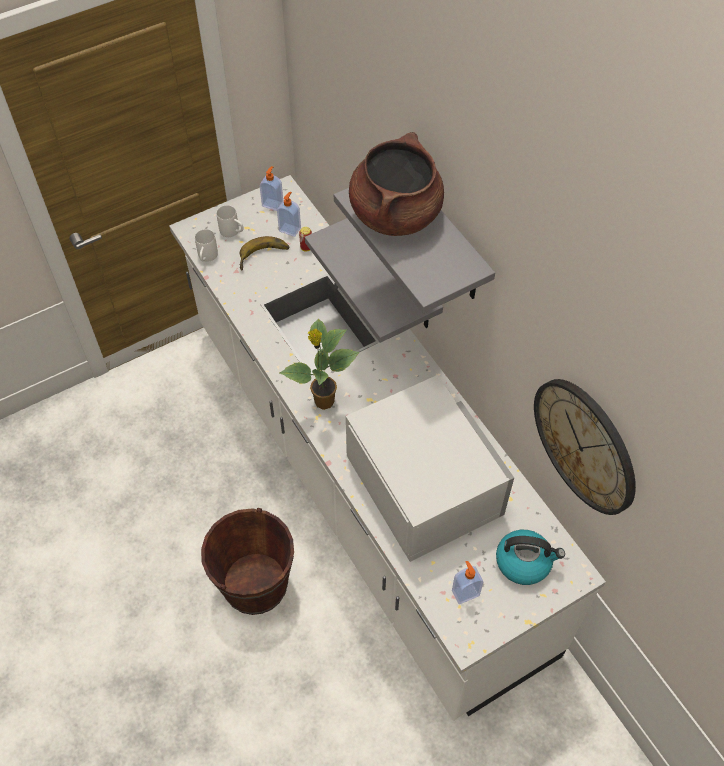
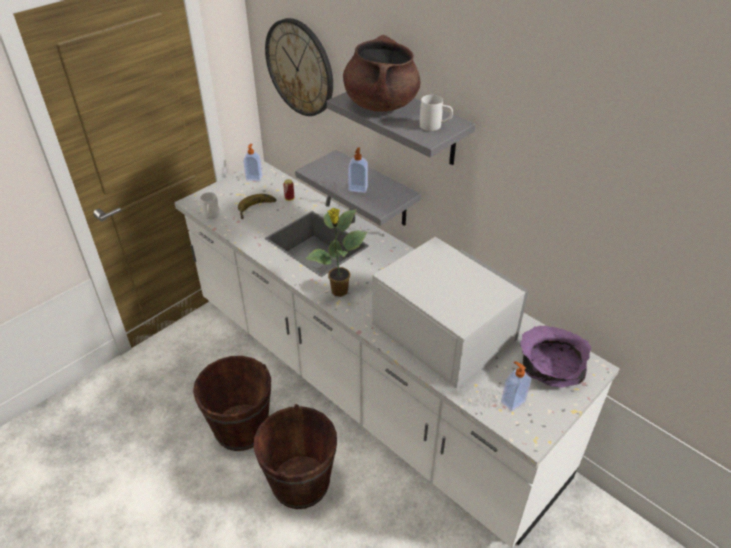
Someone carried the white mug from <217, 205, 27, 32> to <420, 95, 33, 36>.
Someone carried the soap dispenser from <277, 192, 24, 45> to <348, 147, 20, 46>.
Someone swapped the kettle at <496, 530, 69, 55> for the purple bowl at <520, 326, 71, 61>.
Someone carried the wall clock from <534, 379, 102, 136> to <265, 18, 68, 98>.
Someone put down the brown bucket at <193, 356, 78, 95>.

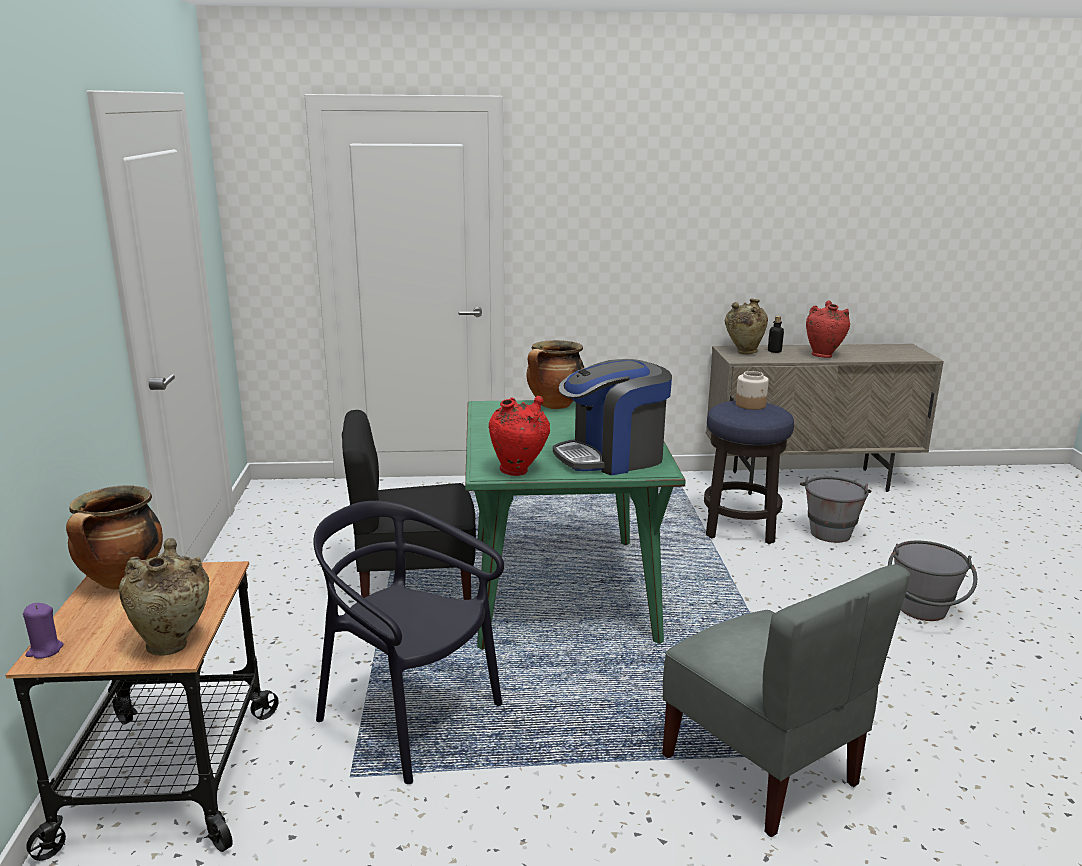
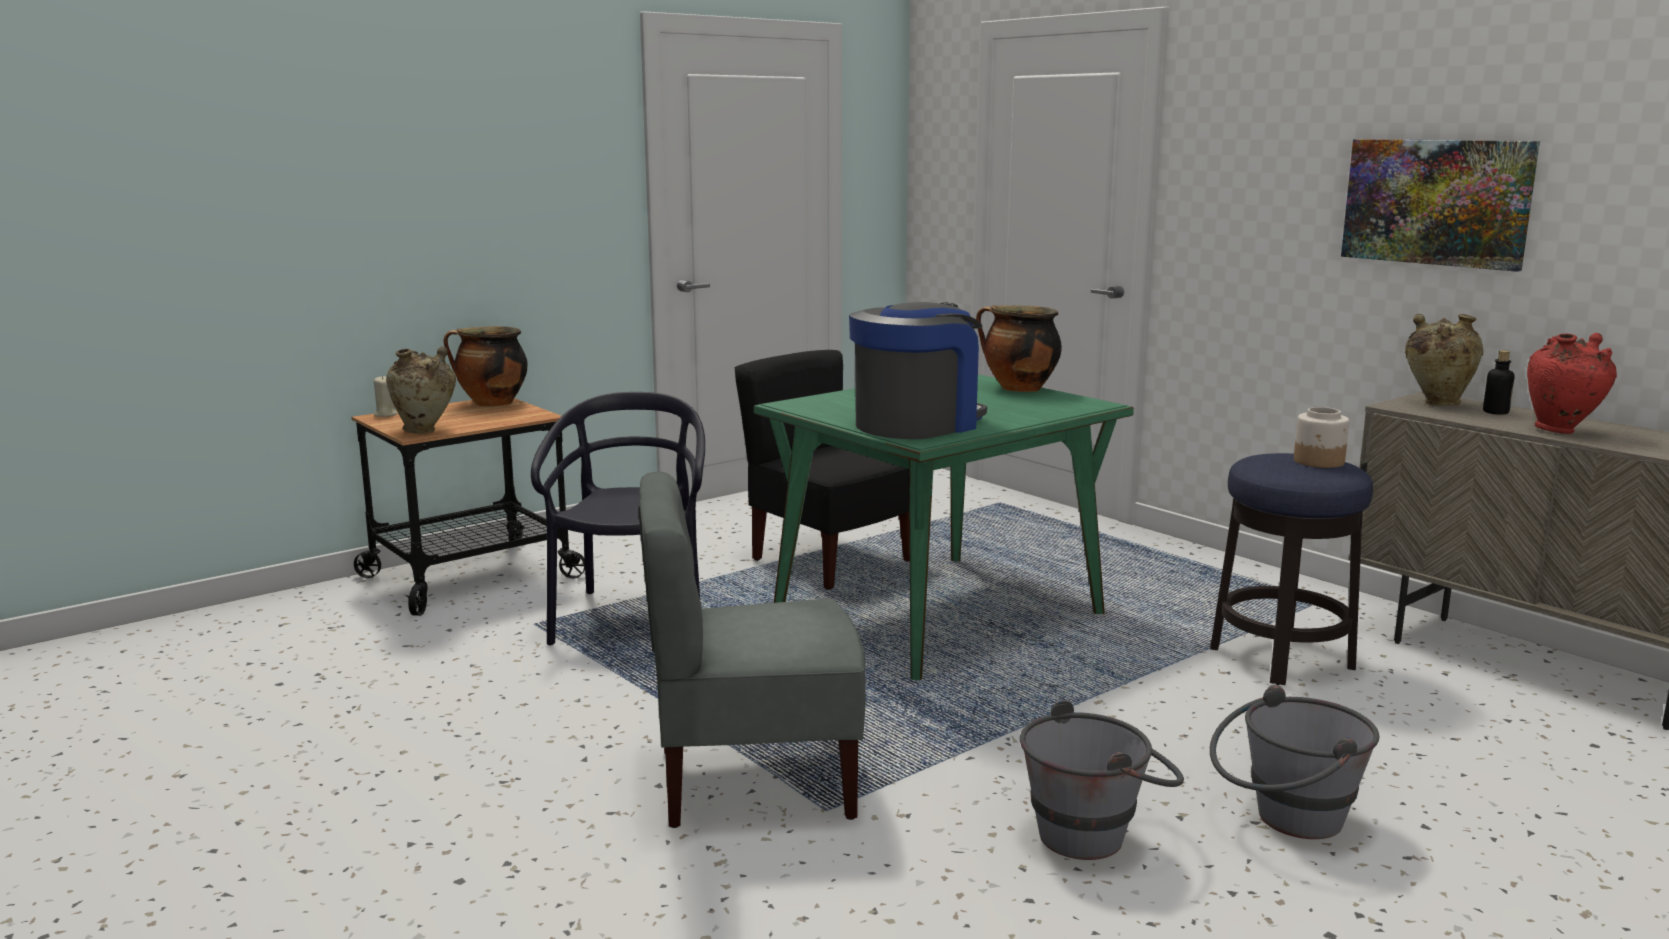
Someone repainted the purple candle at <23, 603, 41, 56>, which became the beige candle at <374, 375, 24, 42>.
Someone took away the red vase at <489, 396, 61, 80>.
Someone rotated the coffee machine at <553, 359, 119, 116> by 105 degrees clockwise.
Someone rotated the grey chair at <662, 564, 248, 273> by 60 degrees clockwise.
Someone carried the grey bucket from <800, 477, 72, 66> to <1020, 700, 164, 160>.
Someone put up the picture at <1341, 139, 199, 133>.

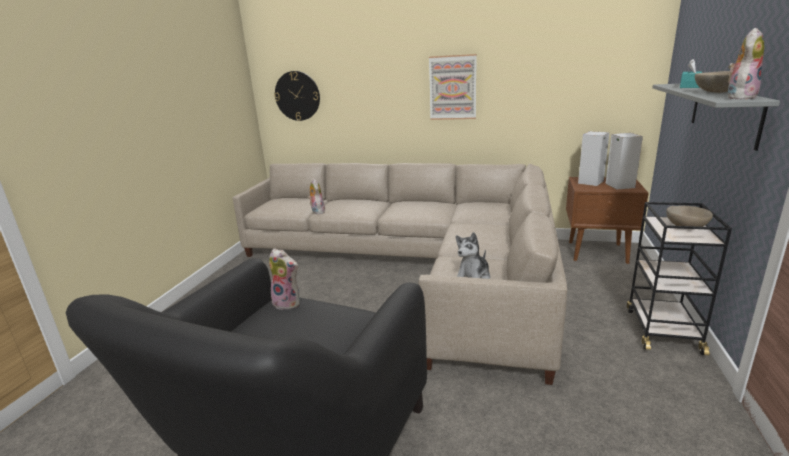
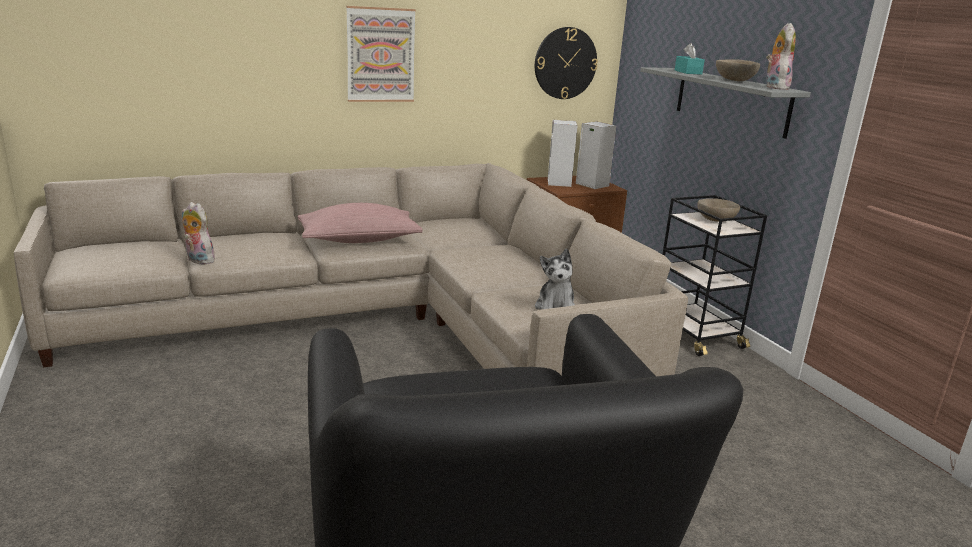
Someone took away the plush toy at <269, 248, 31, 62>.
Someone carried the wall clock from <274, 71, 46, 50> to <535, 27, 63, 72>.
Someone put down the pink pillow at <297, 203, 126, 40>.

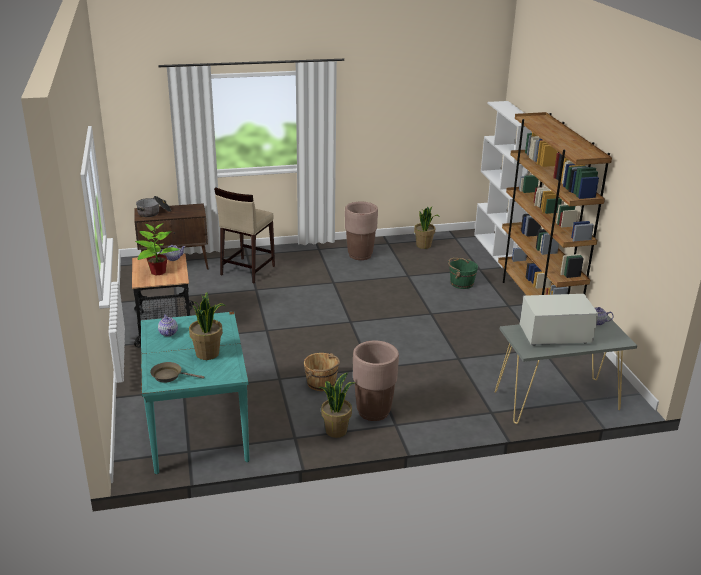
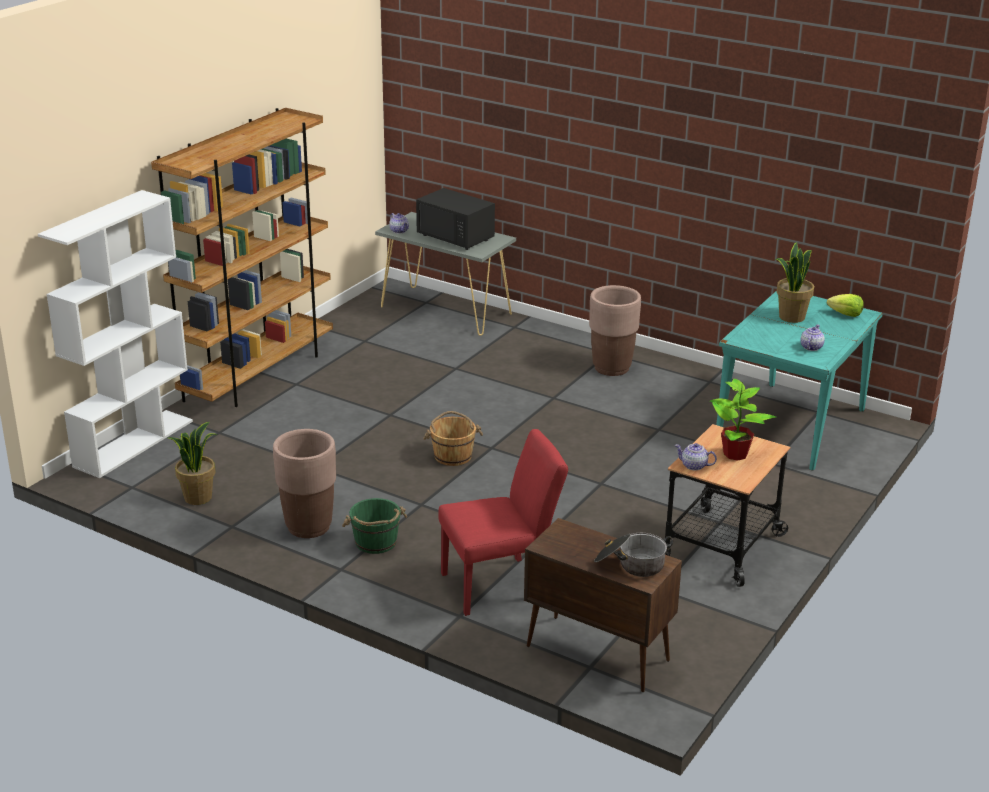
Someone swapped the brown frying pan at <150, 362, 54, 21> for the lettuce at <827, 294, 37, 23>.
Someone swapped the beige stool at <214, 188, 61, 95> for the red chair at <438, 429, 130, 187>.
Someone carried the brown bucket from <304, 353, 36, 38> to <423, 411, 60, 55>.
Someone took away the potted plant at <318, 373, 37, 65>.
Someone carried the green bucket from <448, 258, 30, 31> to <342, 498, 65, 56>.
Someone repainted the white microwave at <520, 294, 78, 52>, which became the black microwave at <416, 188, 79, 62>.

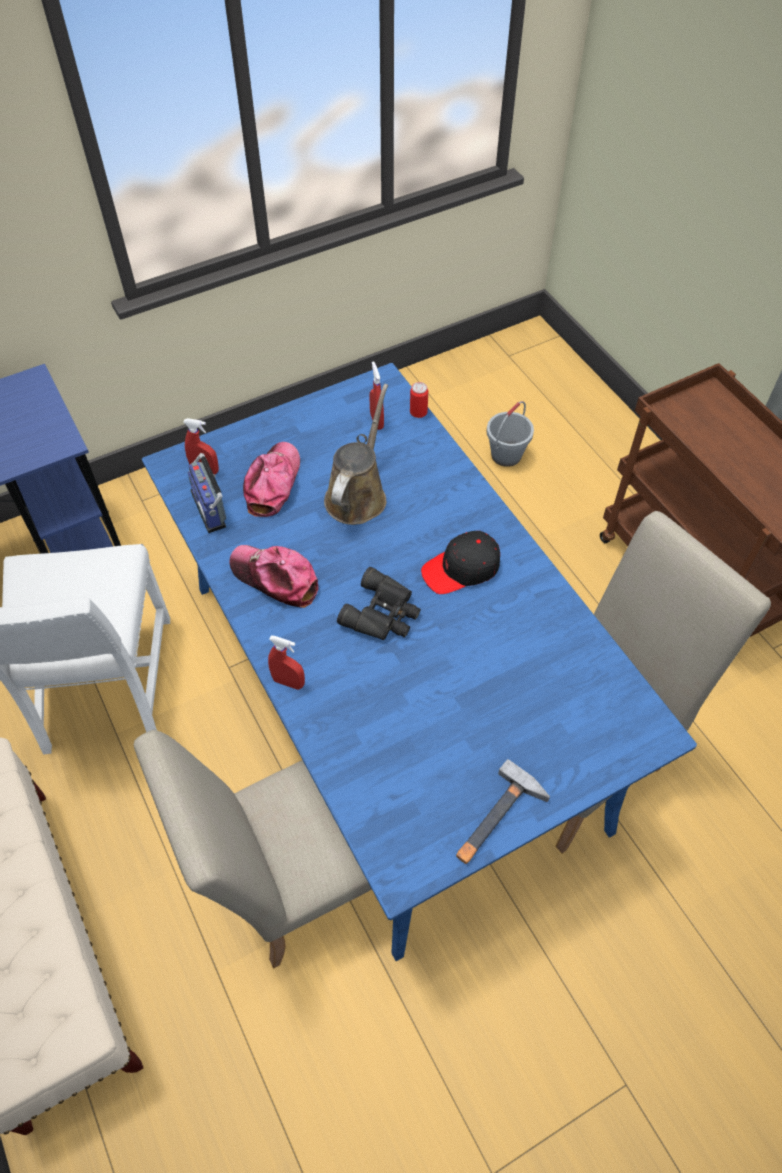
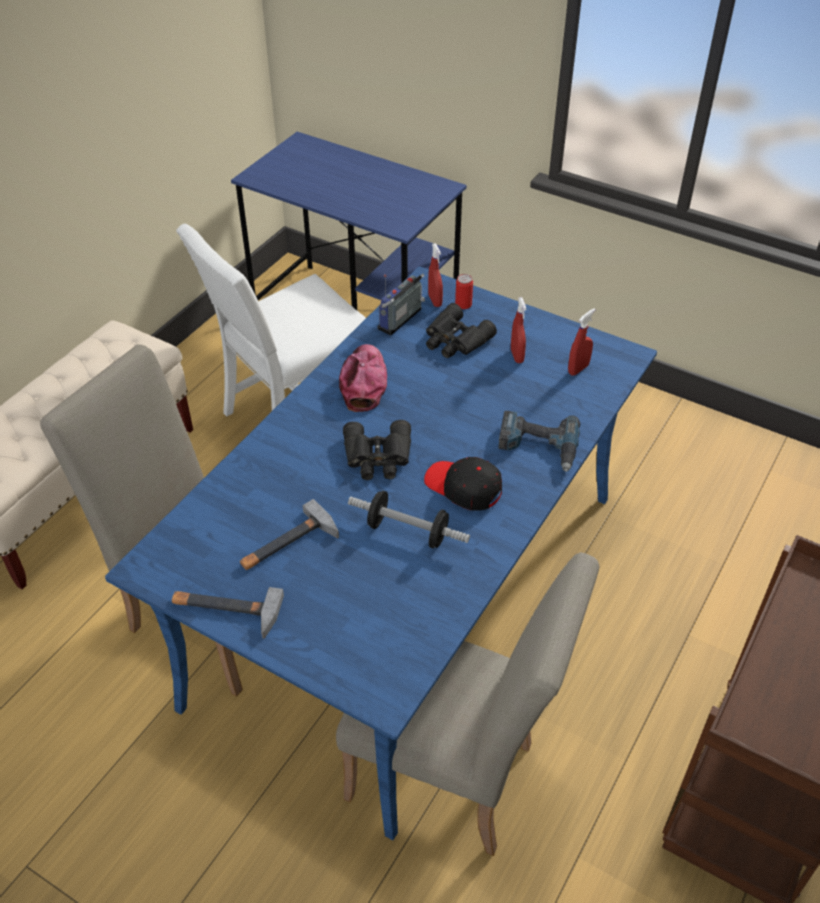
Someone swapped the cap at <243, 442, 57, 75> for the black binoculars at <426, 303, 71, 55>.
Someone carried the red spray bottle from <268, 636, 37, 54> to <511, 297, 15, 66>.
Someone took away the brown watering can at <324, 384, 64, 141>.
Someone carried the can from <410, 382, 18, 36> to <455, 274, 18, 35>.
Someone took away the grey bucket at <486, 401, 48, 66>.
Someone put down the hammer at <240, 499, 99, 71>.
Someone put down the dumbbell at <348, 491, 122, 57>.
Someone put down the power drill at <498, 411, 82, 61>.

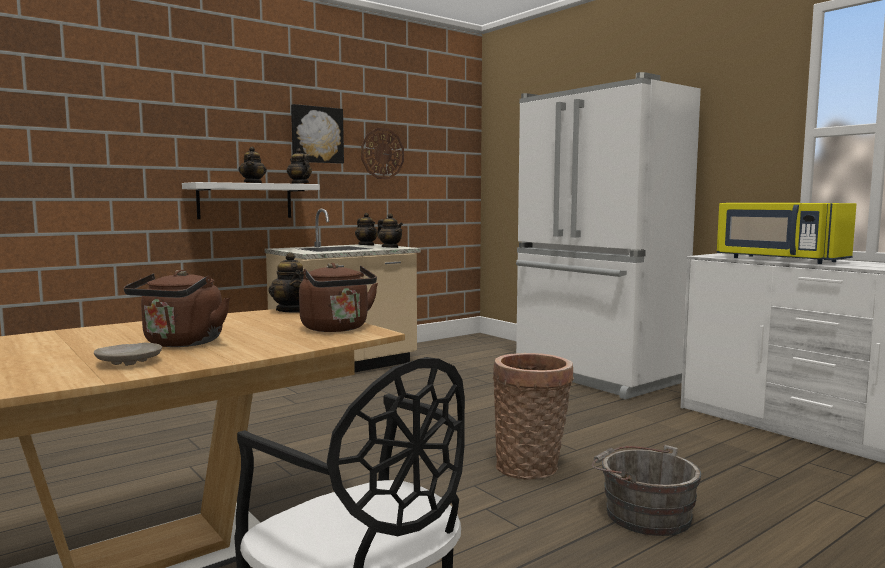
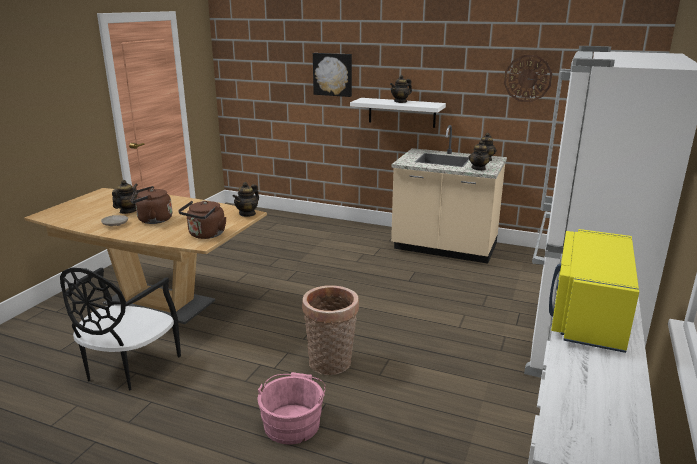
Someone carried the teapot from <287, 148, 25, 36> to <112, 180, 26, 34>.
Someone carried the picture from <291, 104, 53, 60> to <313, 53, 39, 44>.
Someone repainted the grey bucket at <592, 445, 109, 91>, which became the pink bucket at <258, 372, 68, 72>.

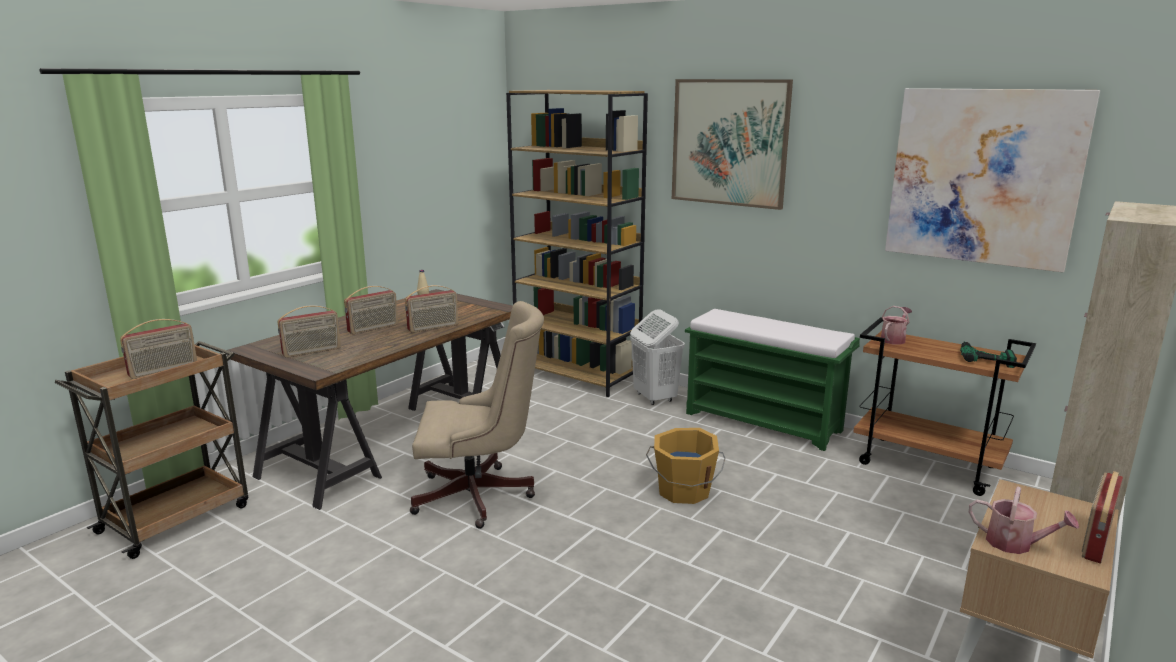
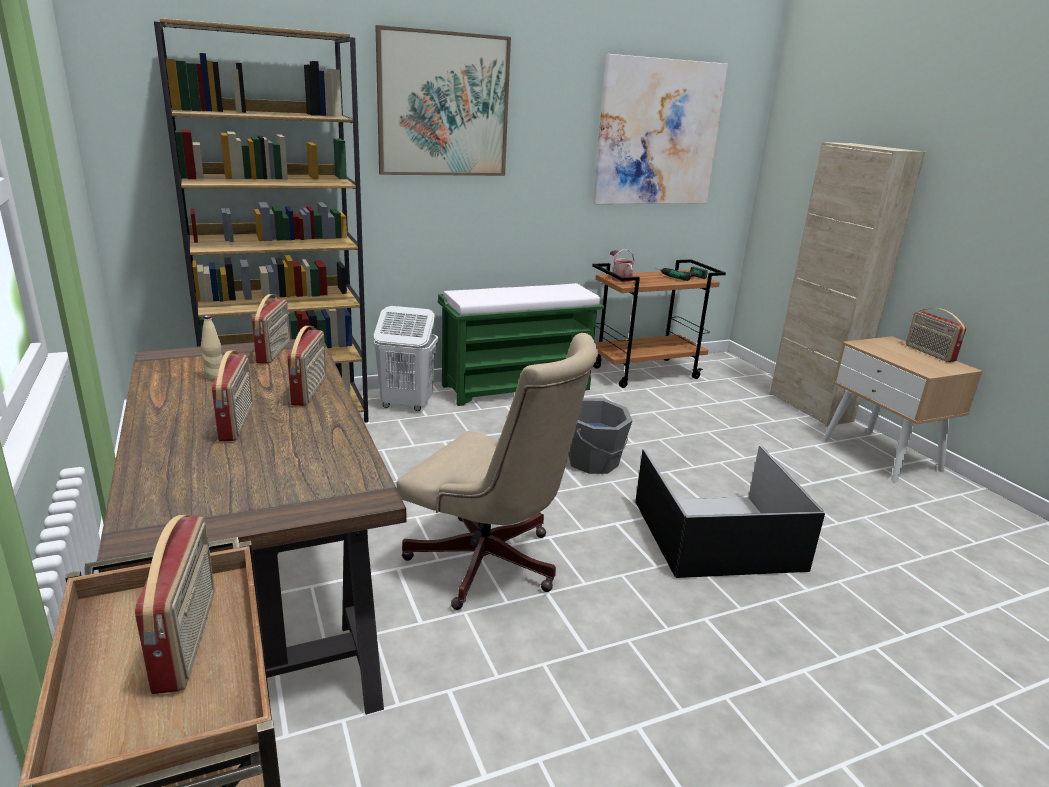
Someone carried the radio from <278, 305, 63, 53> to <252, 294, 38, 70>.
Someone rotated the beige office chair at <410, 301, 134, 228> by 90 degrees clockwise.
Someone repainted the orange bucket at <646, 428, 80, 76>, which became the grey bucket at <569, 398, 64, 76>.
Someone took away the watering can at <969, 486, 110, 68>.
Someone put down the black storage box at <635, 446, 190, 132>.

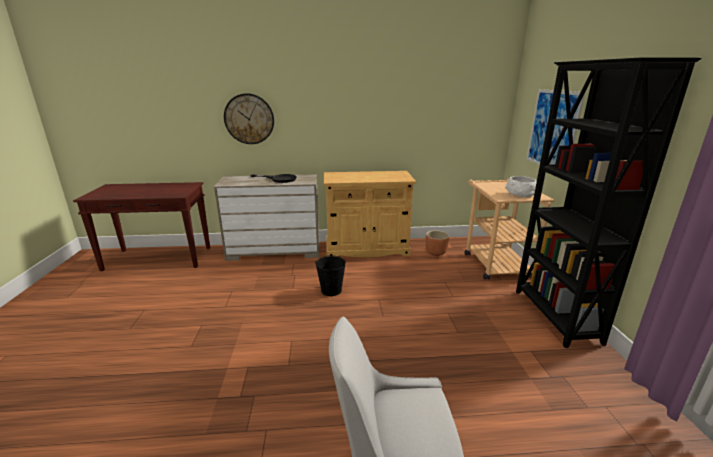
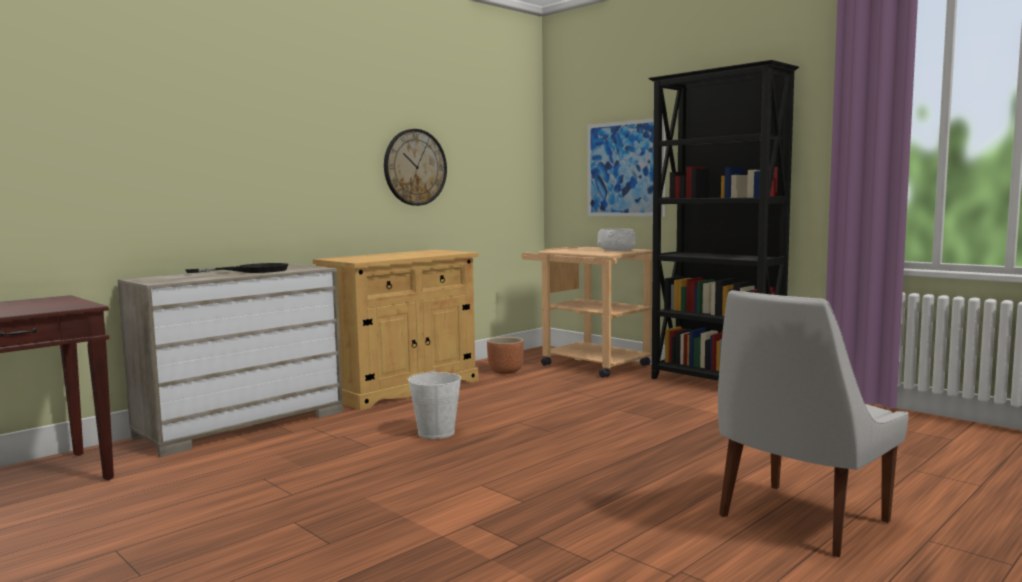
Someone carried the wall clock from <224, 93, 50, 51> to <384, 129, 63, 77>.
Someone repainted the black bucket at <315, 255, 31, 41>, which became the white bucket at <408, 370, 53, 69>.

